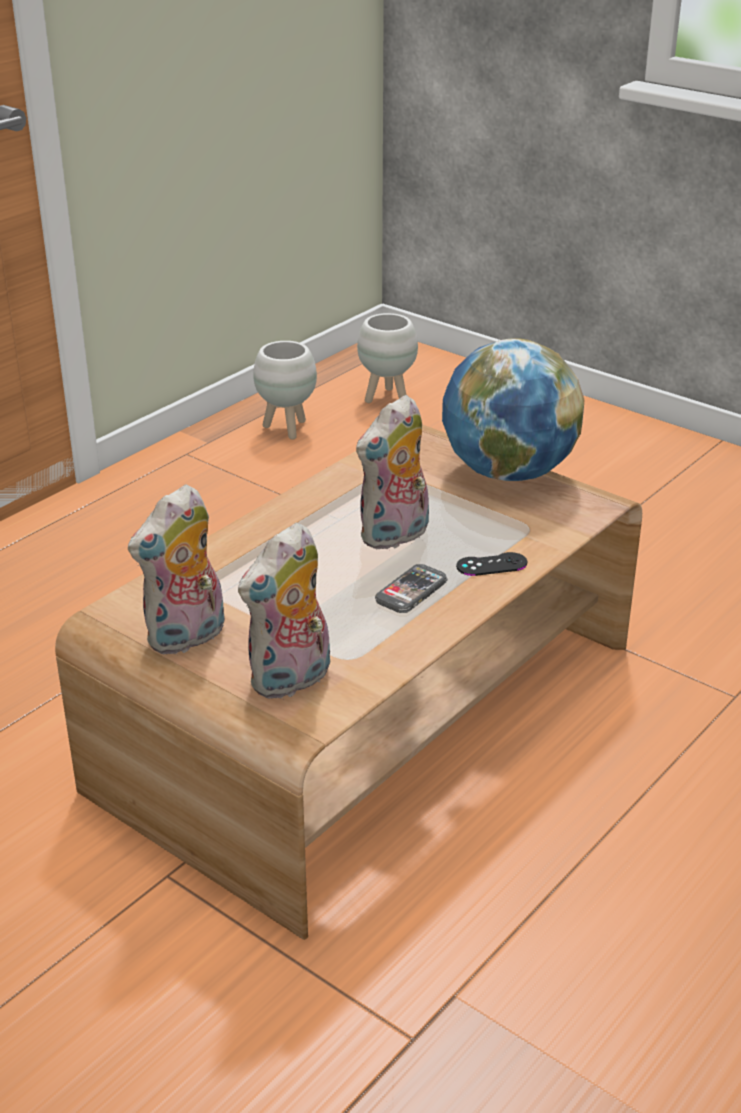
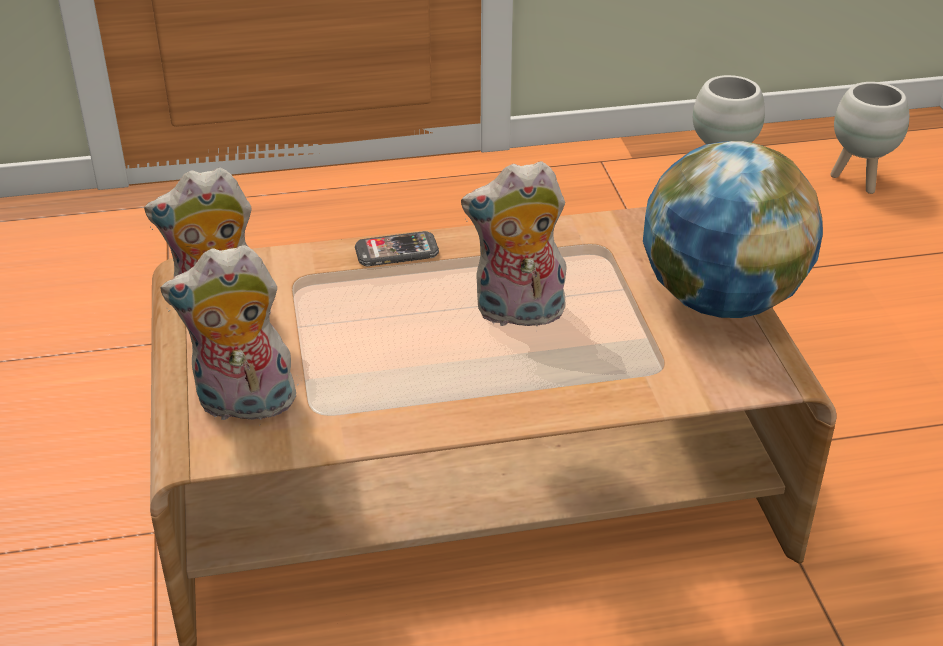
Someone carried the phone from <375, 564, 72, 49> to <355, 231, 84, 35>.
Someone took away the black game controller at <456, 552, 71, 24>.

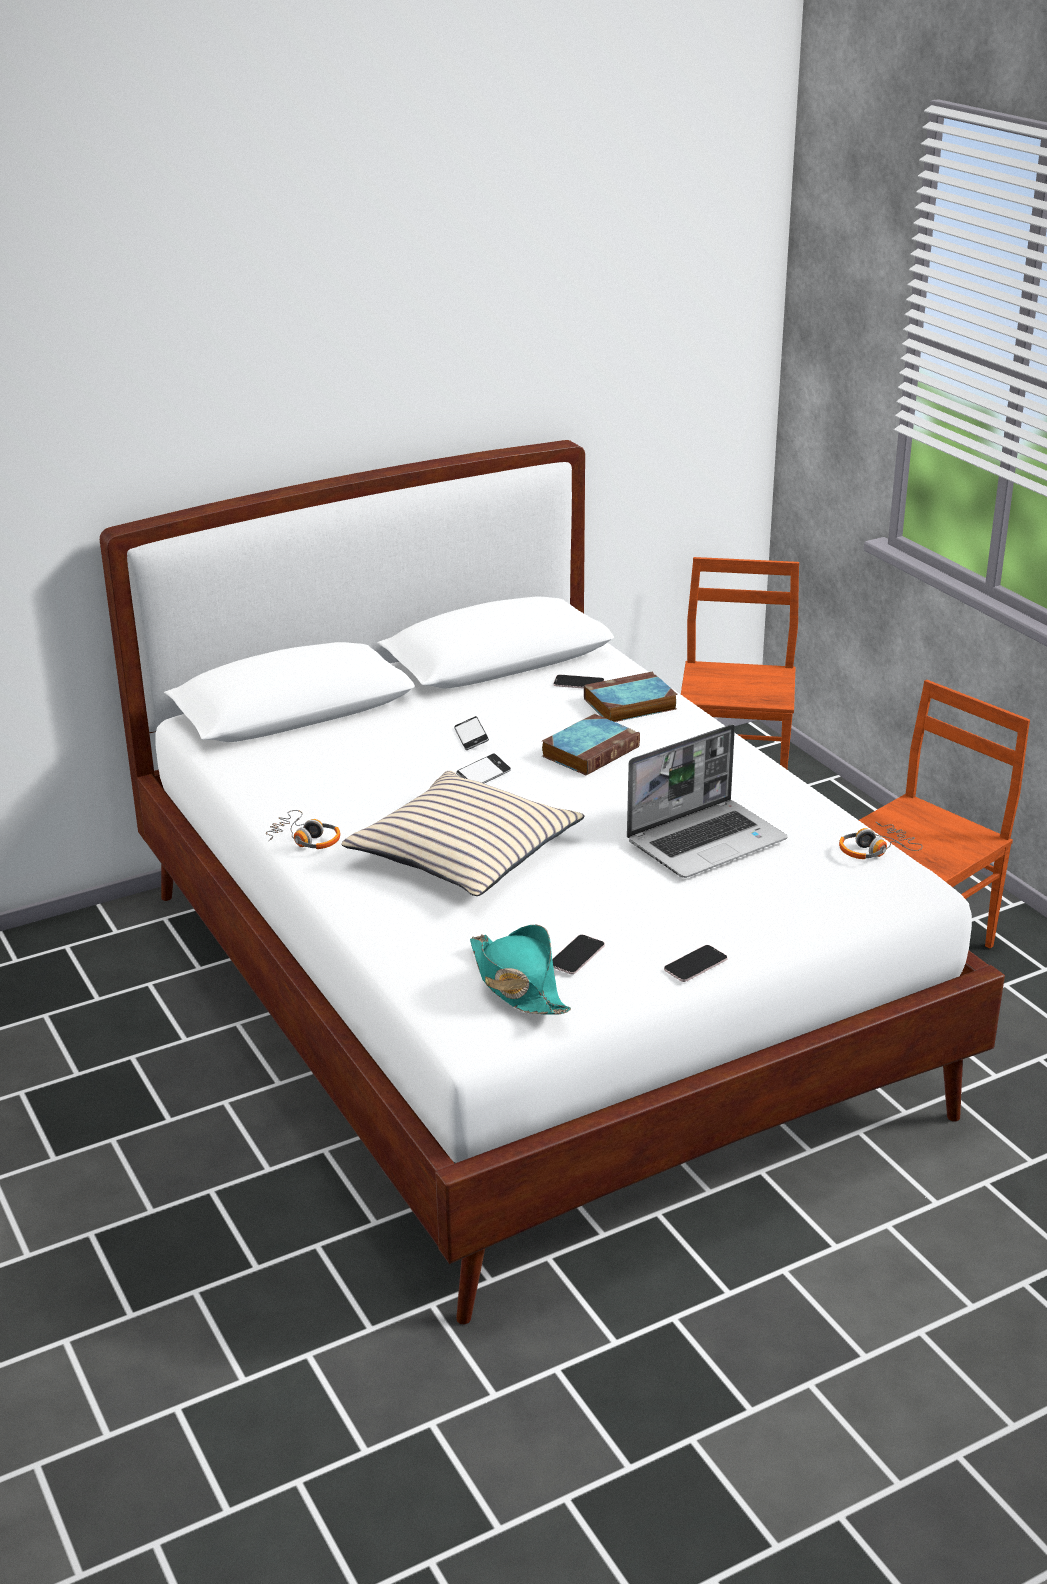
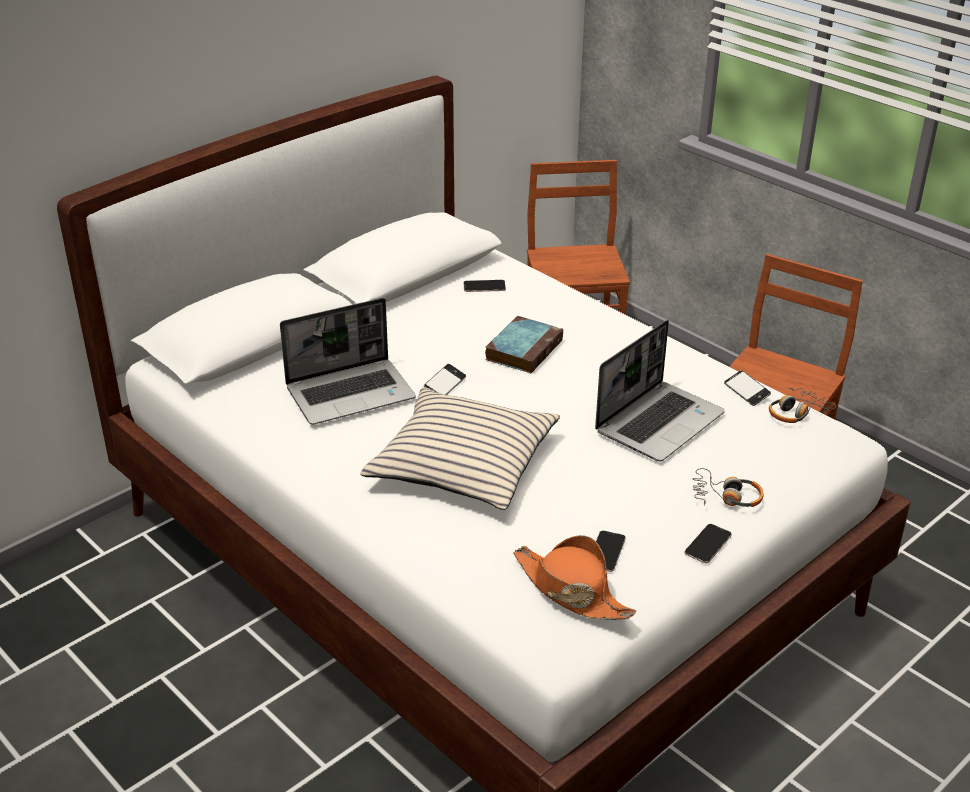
Someone carried the headphones from <266, 810, 74, 39> to <693, 468, 70, 39>.
Someone carried the phone from <454, 716, 35, 34> to <724, 370, 47, 36>.
Someone repainted the turquoise hat at <470, 925, 101, 90>, which became the orange hat at <513, 535, 123, 85>.
Someone took away the book at <584, 672, 94, 50>.
Someone put down the laptop at <280, 298, 136, 127>.

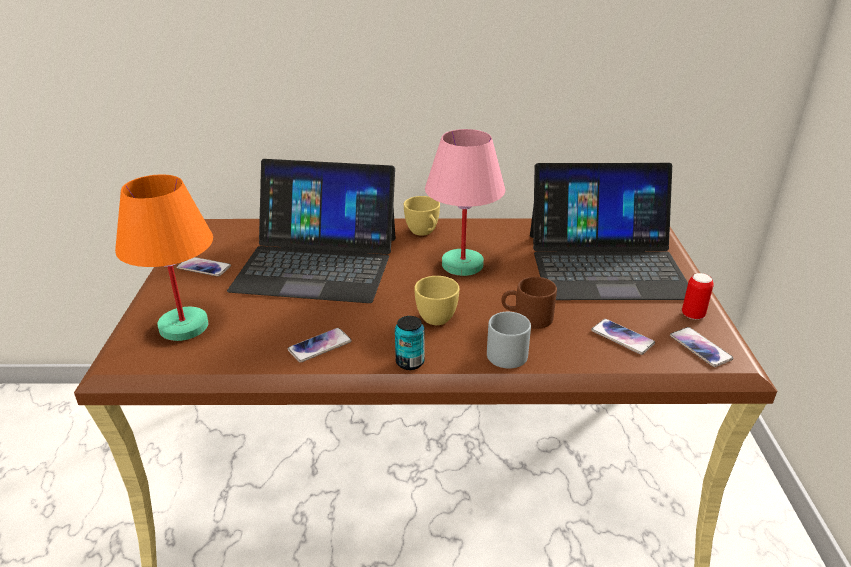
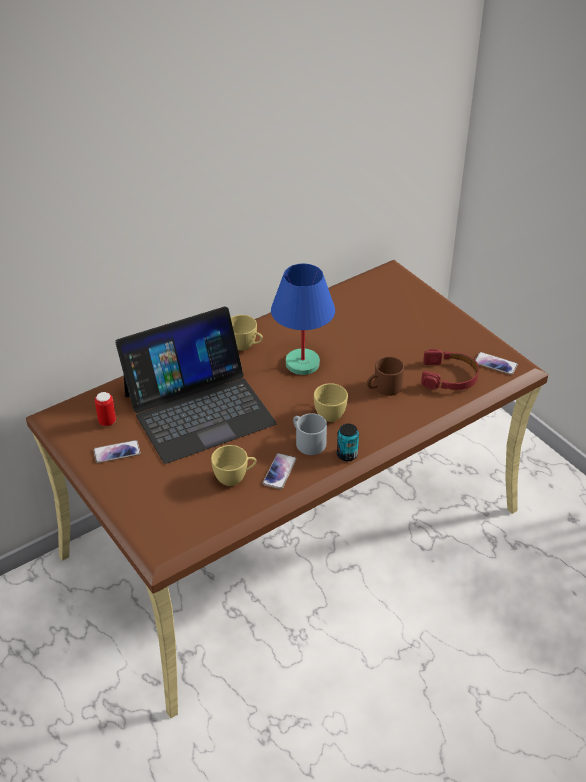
Someone took away the orange table lamp at <115, 175, 98, 166>.
Someone repainted the pink table lamp at <425, 129, 80, 147>, which became the blue table lamp at <271, 264, 64, 111>.
Someone carried the grey mug from <487, 312, 44, 57> to <293, 413, 34, 42>.
Someone took away the laptop at <530, 163, 158, 137>.
Someone swapped the phone at <591, 319, 64, 36> for the red headphones at <421, 349, 58, 41>.
Someone carried the can from <682, 273, 32, 47> to <95, 392, 21, 34>.
Someone put down the yellow cup at <211, 445, 46, 41>.

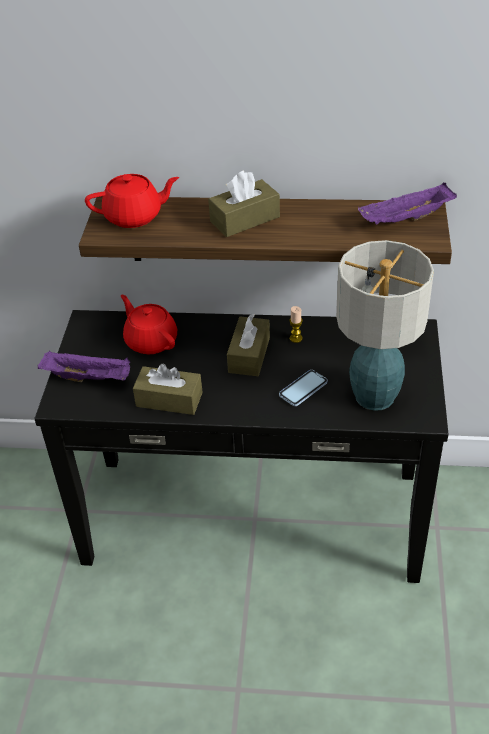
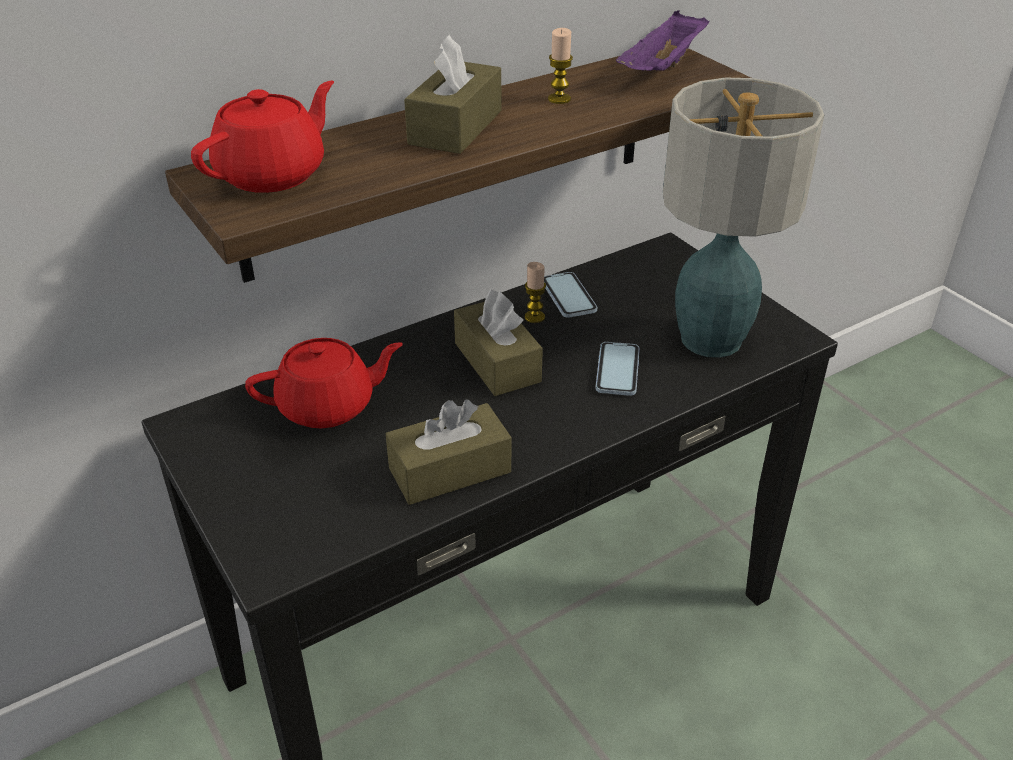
Someone took away the purple tray at <38, 351, 92, 31>.
Someone rotated the red teapot at <121, 295, 56, 59> by 150 degrees clockwise.
Someone put down the phone at <544, 272, 53, 46>.
Someone put down the candle at <548, 28, 25, 76>.

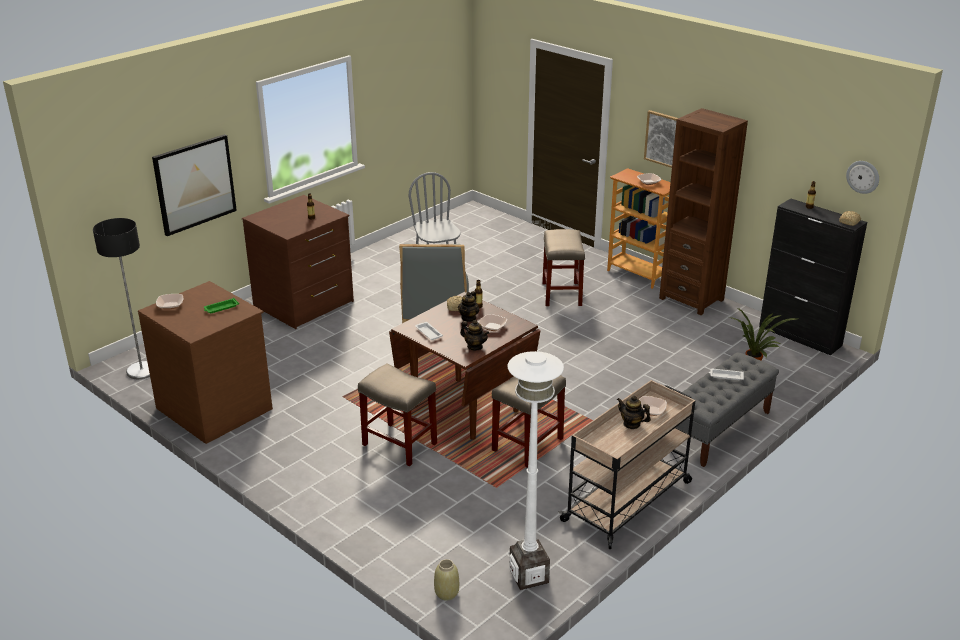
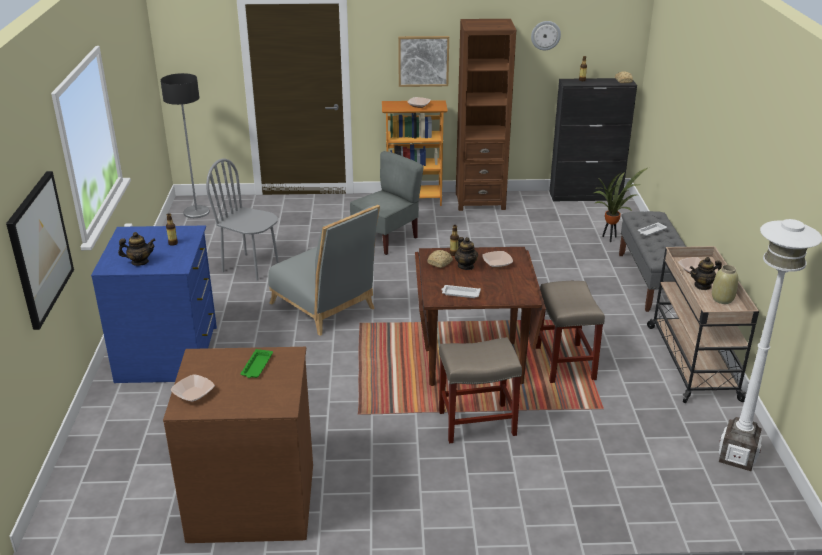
Someone carried the floor lamp from <93, 218, 57, 161> to <160, 73, 50, 145>.
Someone repainted the brown dresser at <242, 195, 112, 134>, which became the blue dresser at <91, 225, 126, 158>.
Someone carried the beige vase from <434, 559, 25, 42> to <712, 265, 26, 39>.
Someone carried the teapot from <460, 320, 29, 30> to <118, 232, 38, 34>.
Someone swapped the beige stool at <542, 229, 43, 77> for the grey chair at <350, 151, 74, 104>.
Someone carried the wall clock from <846, 161, 33, 33> to <531, 21, 30, 29>.

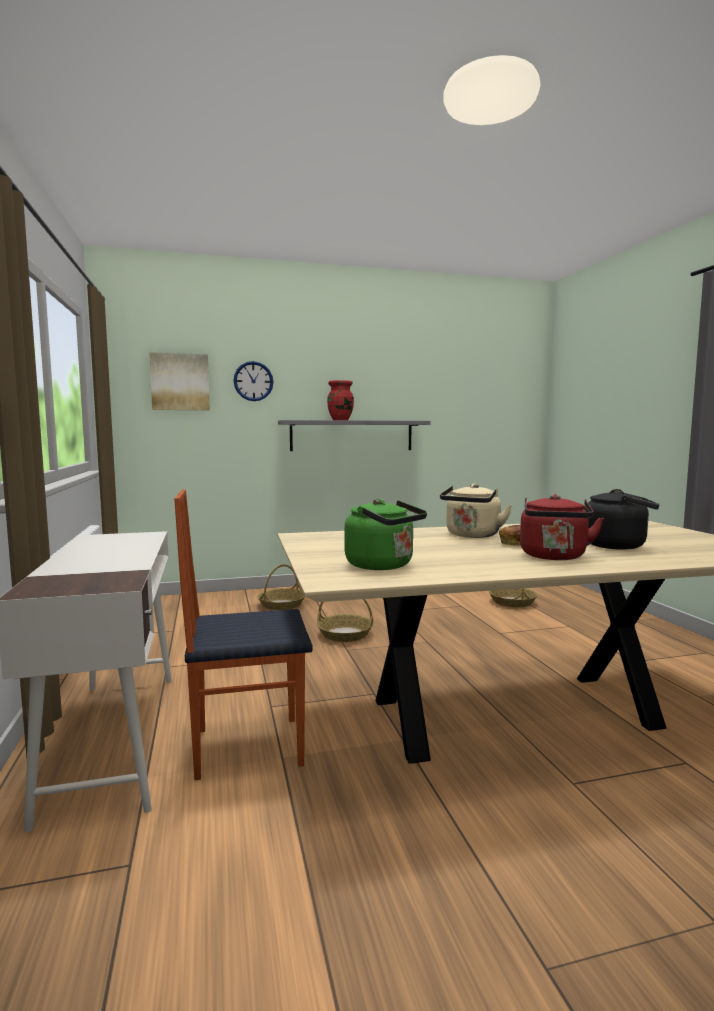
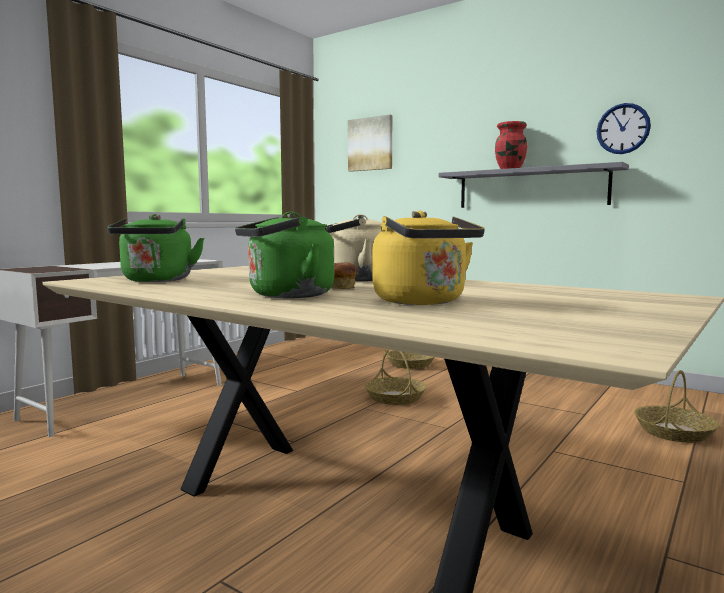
Someone took away the chair at <174, 489, 139, 291>.
Someone carried the wall clock from <234, 361, 39, 40> to <597, 103, 54, 51>.
Someone repainted the red kettle at <520, 494, 84, 66>, which became the green kettle at <235, 212, 99, 86>.
Someone repainted the black kettle at <584, 489, 76, 61>, which became the yellow kettle at <373, 210, 112, 95>.

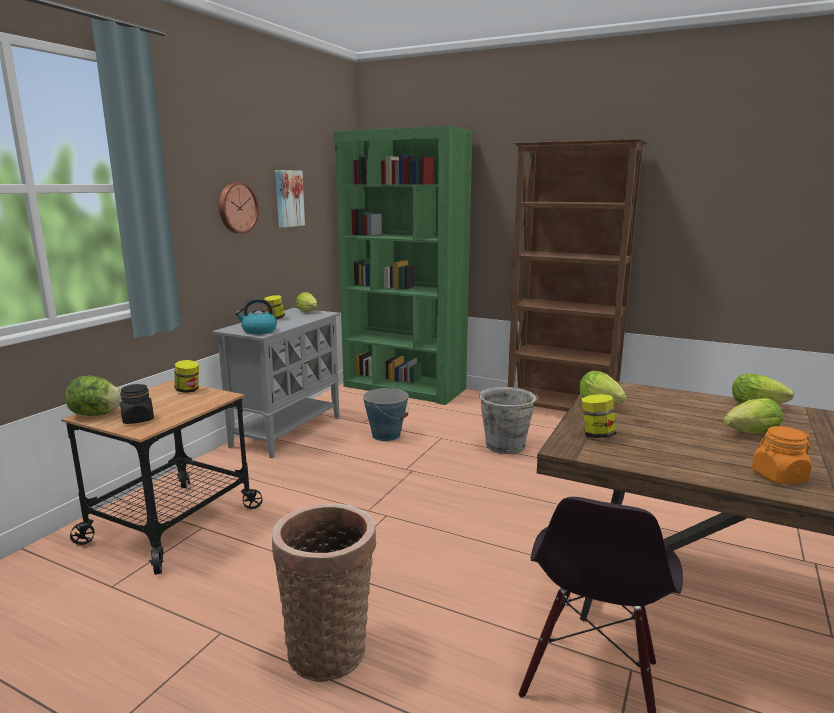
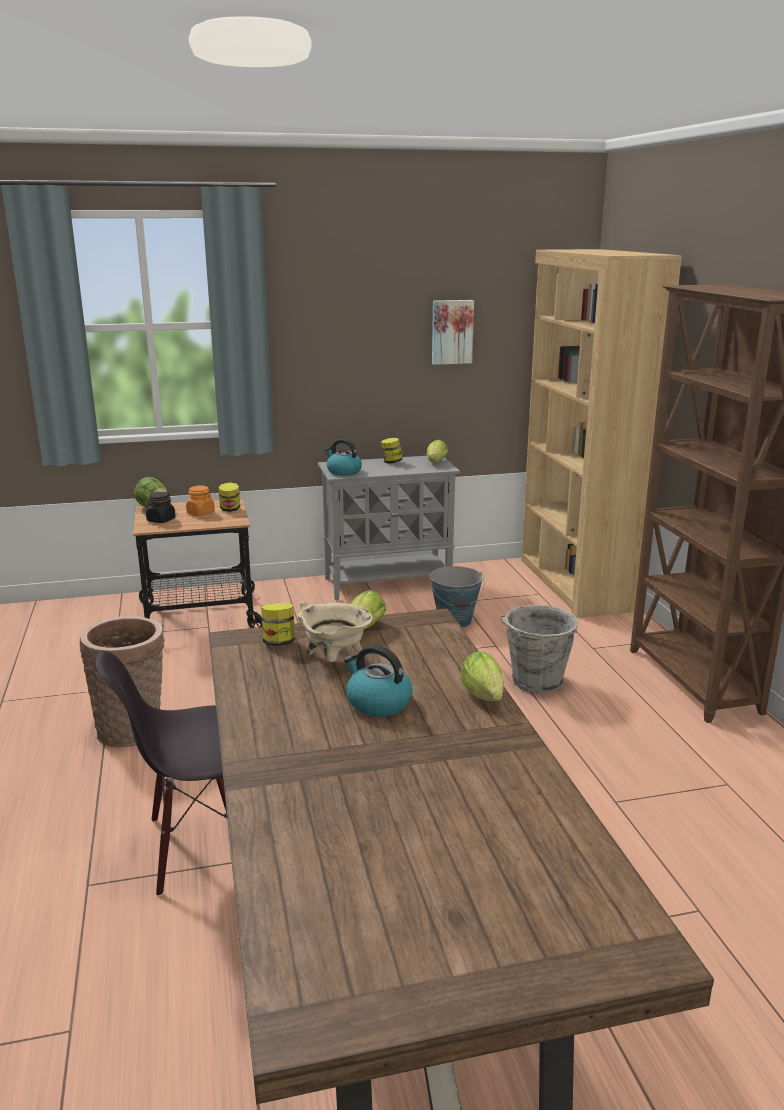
Someone took away the wall clock at <219, 182, 40, 52>.
Someone repainted the green bookcase at <333, 126, 139, 279>, which became the brown bookcase at <521, 249, 161, 369>.
Someone swapped the lettuce at <724, 398, 59, 36> for the kettle at <344, 645, 69, 72>.
Someone carried the orange jar from <752, 426, 60, 58> to <186, 486, 29, 30>.
Someone put down the beige cooking pot at <298, 601, 75, 61>.

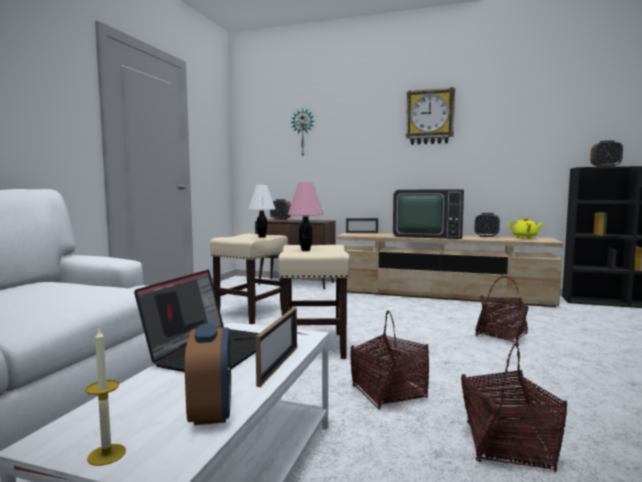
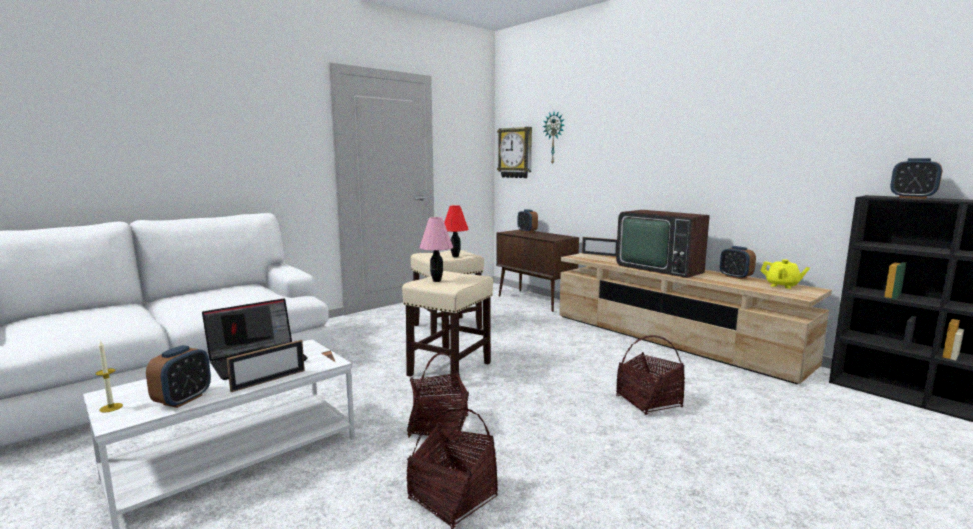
Someone repainted the white table lamp at <248, 185, 27, 53>, which became the red table lamp at <444, 205, 25, 52>.
Someone carried the wall clock from <406, 87, 49, 58> to <497, 127, 35, 51>.

